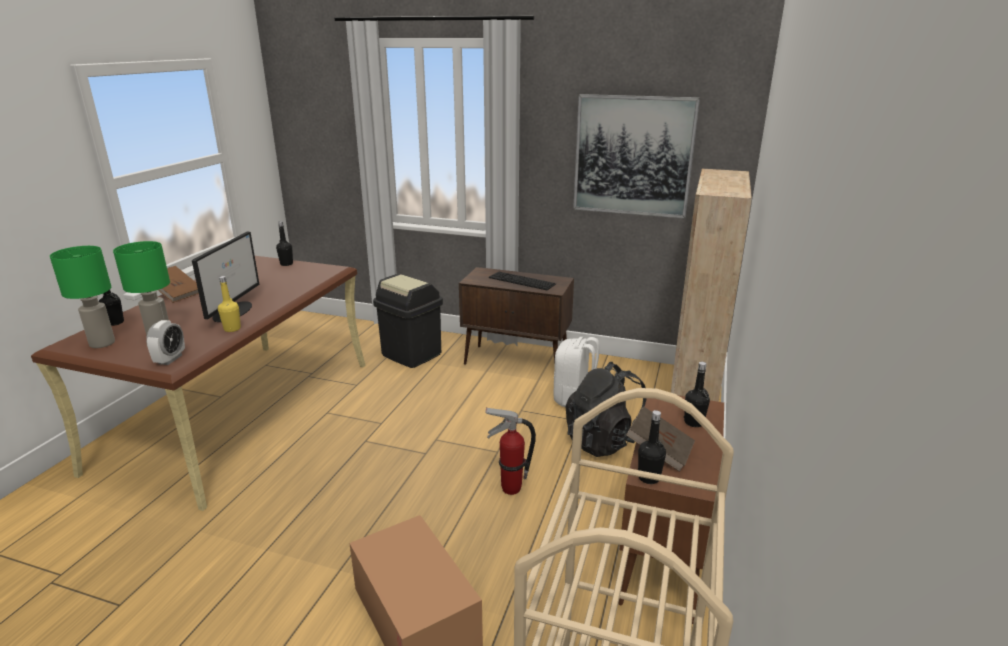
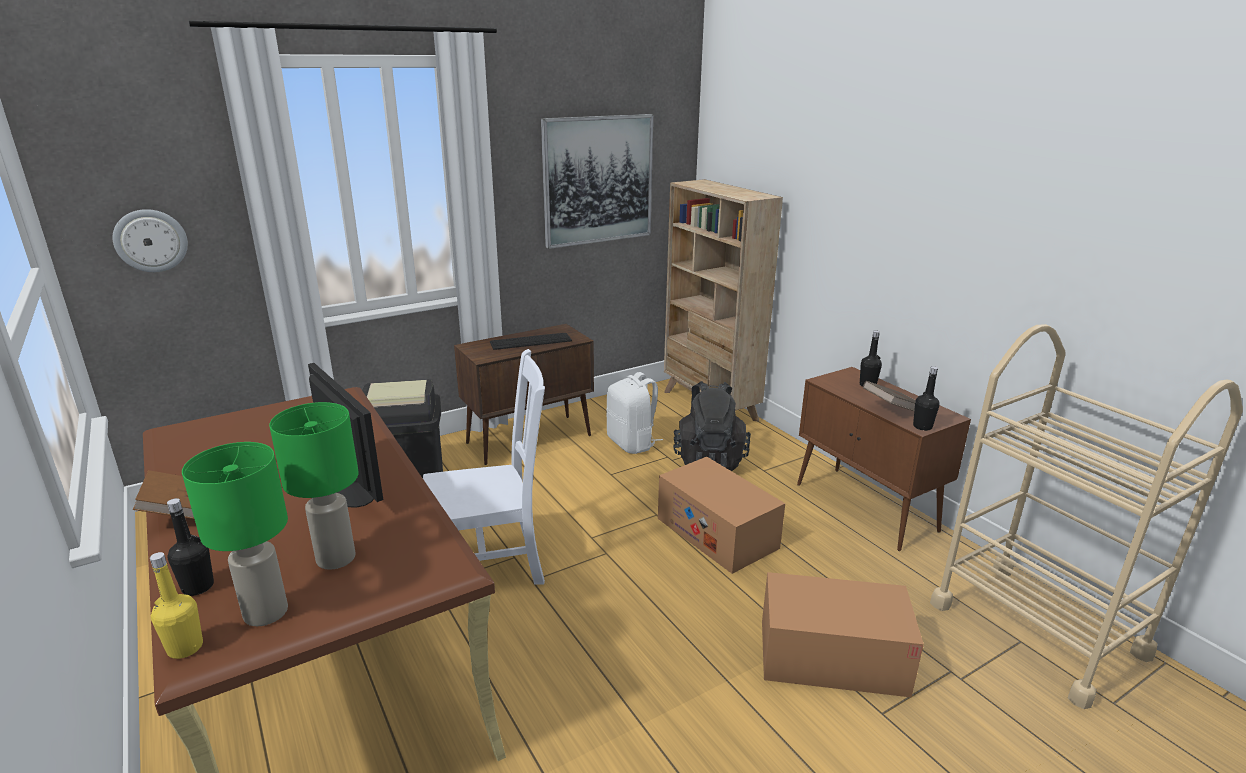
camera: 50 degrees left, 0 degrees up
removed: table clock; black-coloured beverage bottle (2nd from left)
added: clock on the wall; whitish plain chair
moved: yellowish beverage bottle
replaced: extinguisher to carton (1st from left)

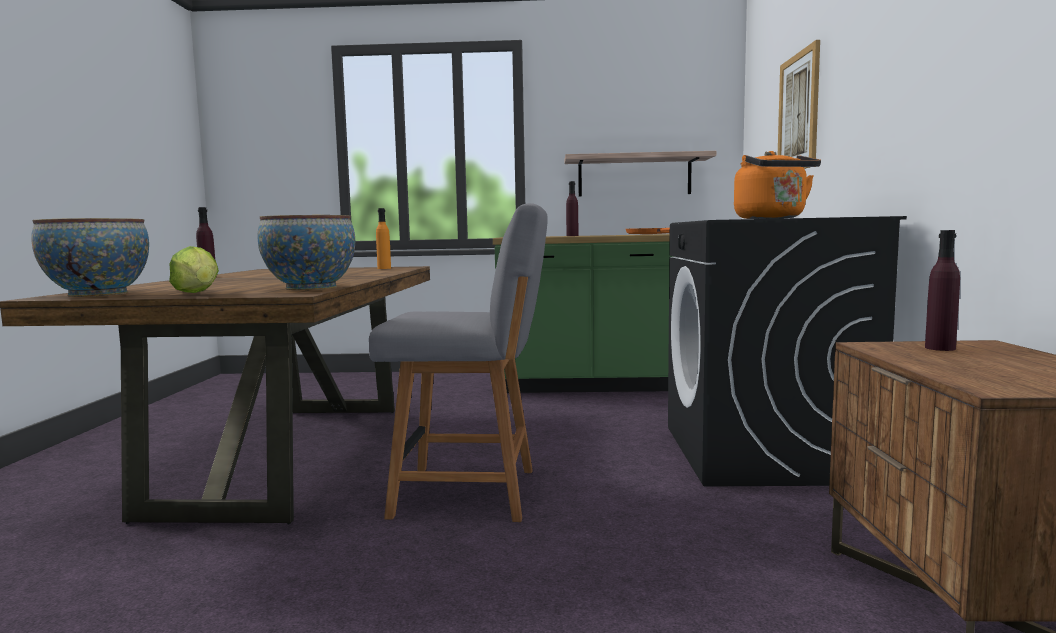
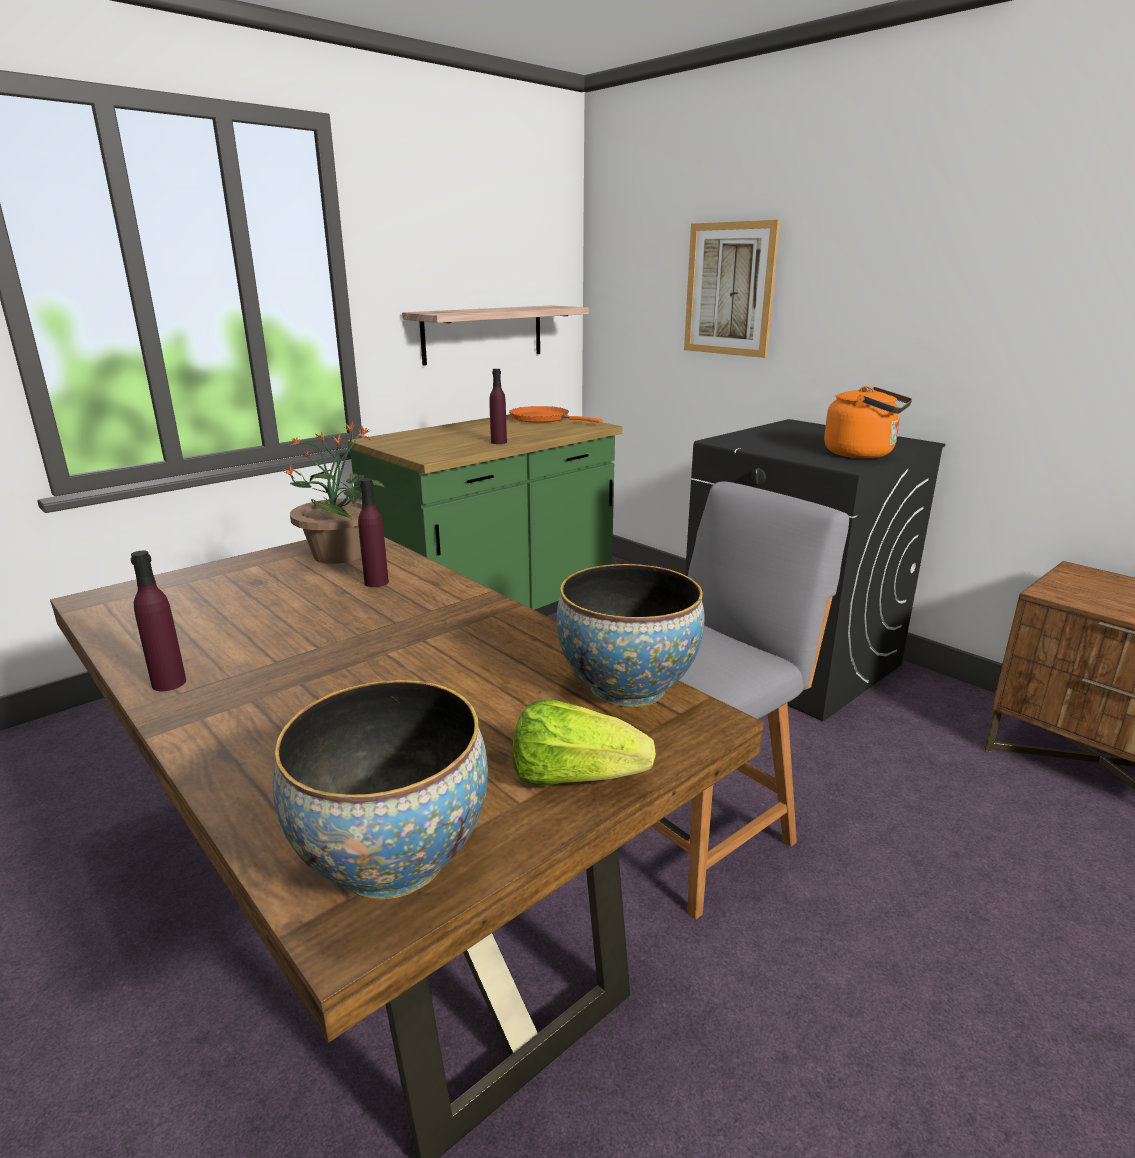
camera: 45 degrees left, 15 degrees up
moved: purple-coloured beverage bottle (3rd from left in the first image) to purple-coloured beverage bottle (2nd from left)
replaced: orange-coloured beverage bottle to houseplant

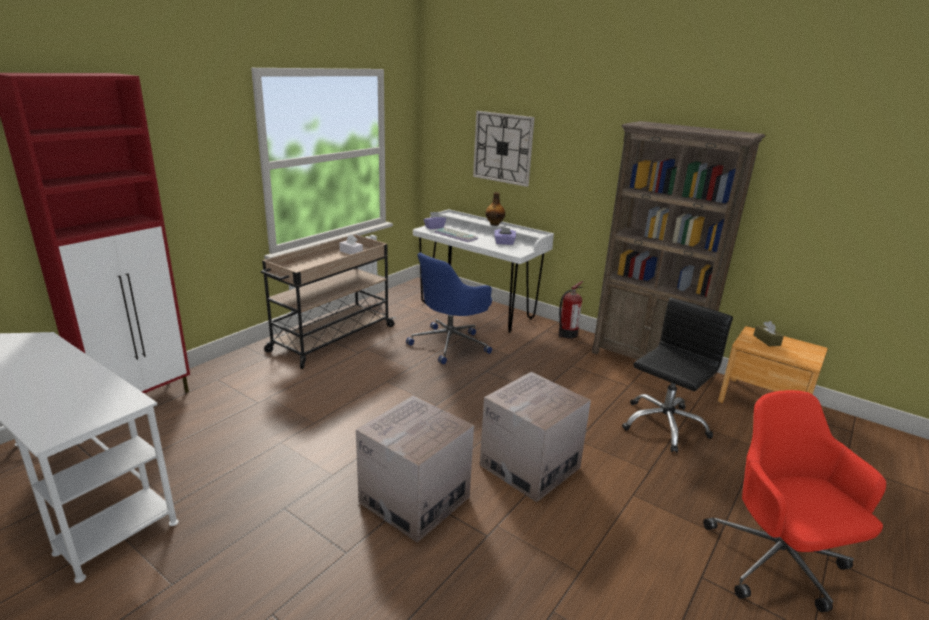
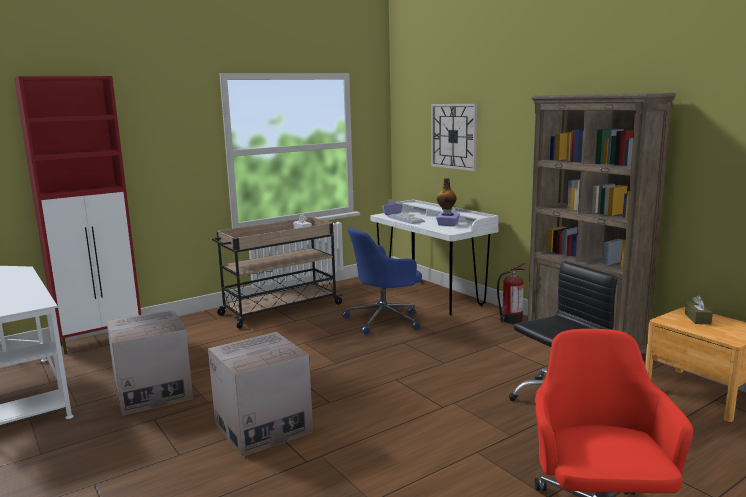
camera: 20 degrees right, 10 degrees down
moved: carton (2nd from left in the first image) to carton (1st from left)

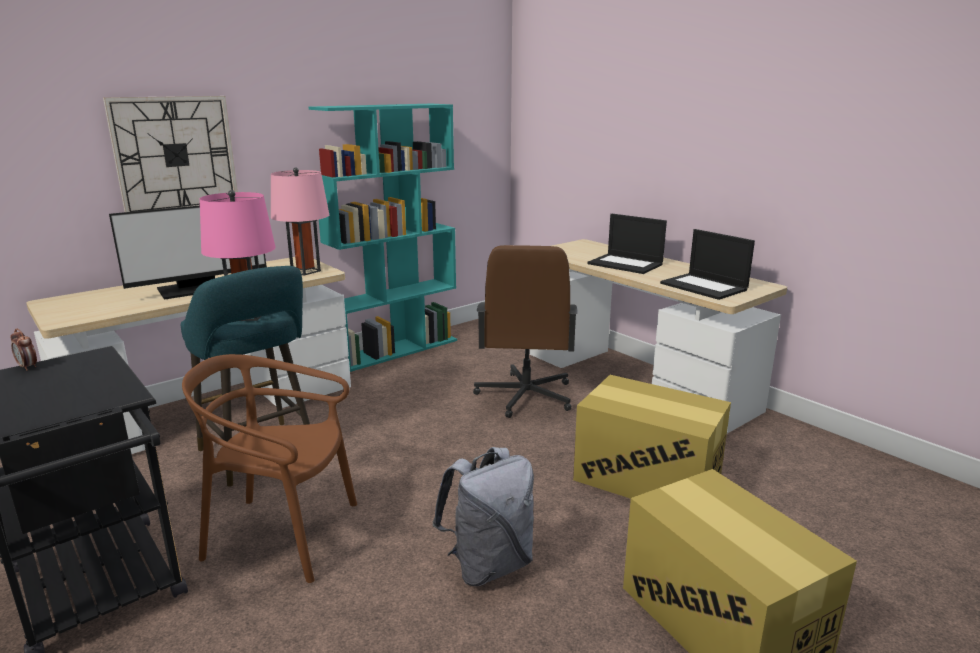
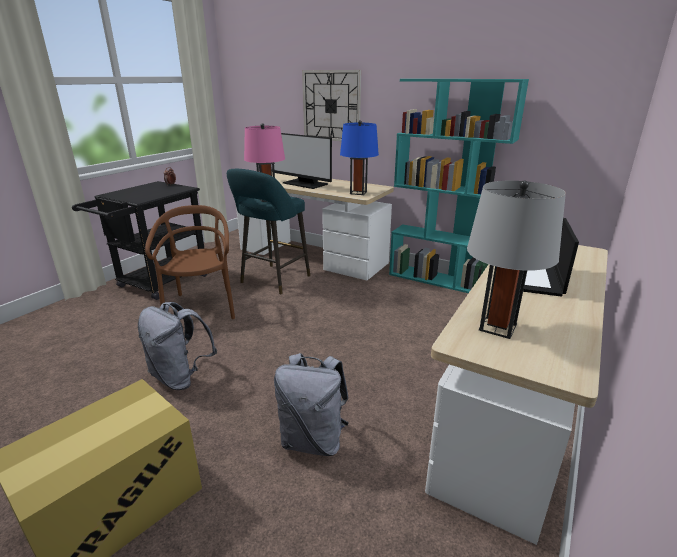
camera: 70 degrees right, 5 degrees up
removed: brownish desk chair
replaced: carton (1st from left) to gray rucksack (2nd from left); laptop (2nd from left) to gray lamp for a table
recoloured: pinkish lamp for a table (2nd from left) to bluish lamp for a table

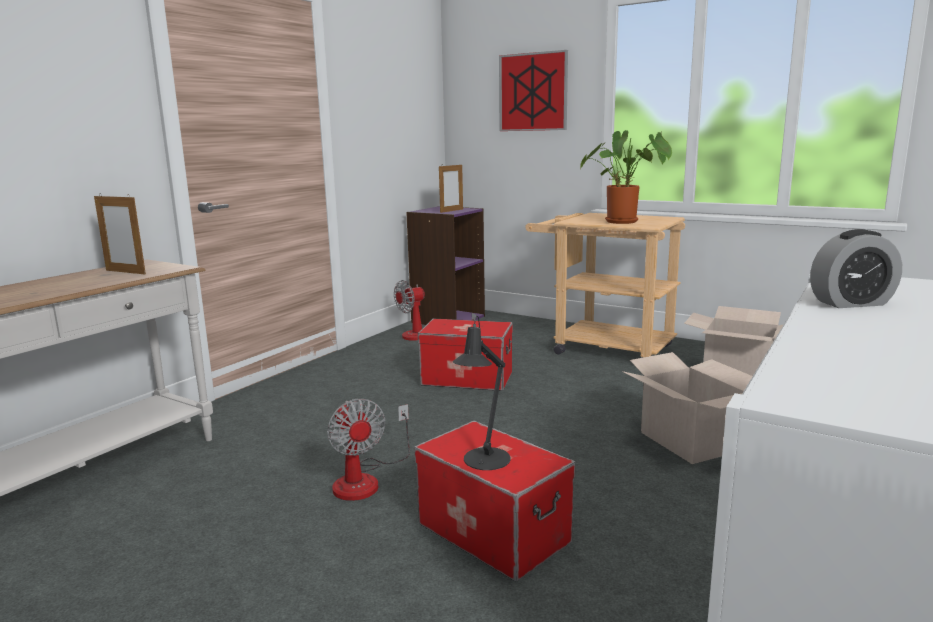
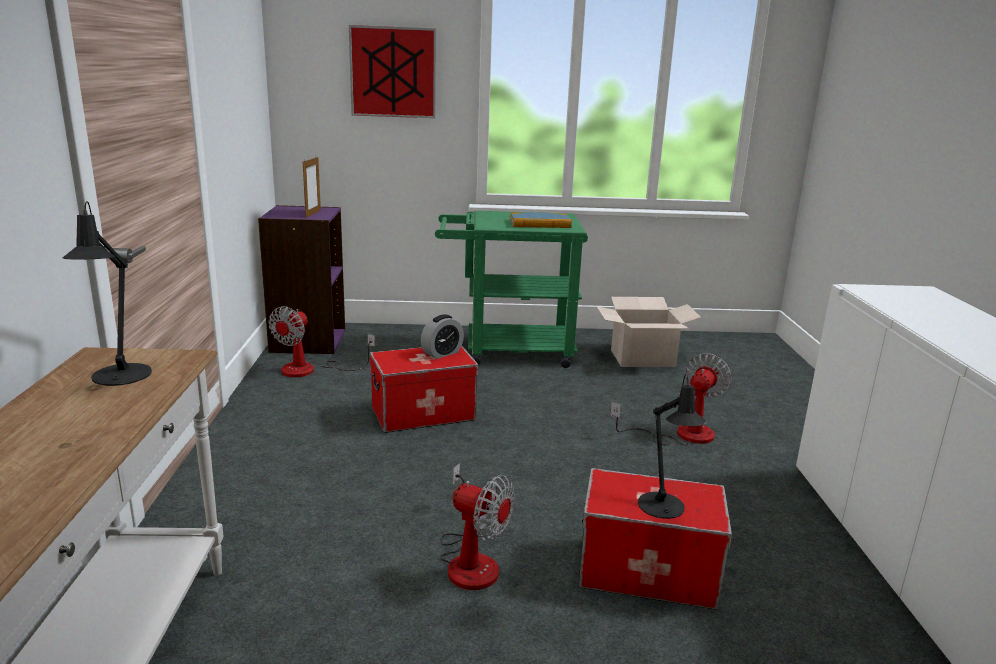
camera: 35 degrees left, 5 degrees up
moved: table clock
replaced: photo frame (1st from left) to black-coloured lamp for a table (1st from left); houseplant to volume; carton (1st from left) to cooling fan (3rd from left)
recoloured: beige trolley to green trolley

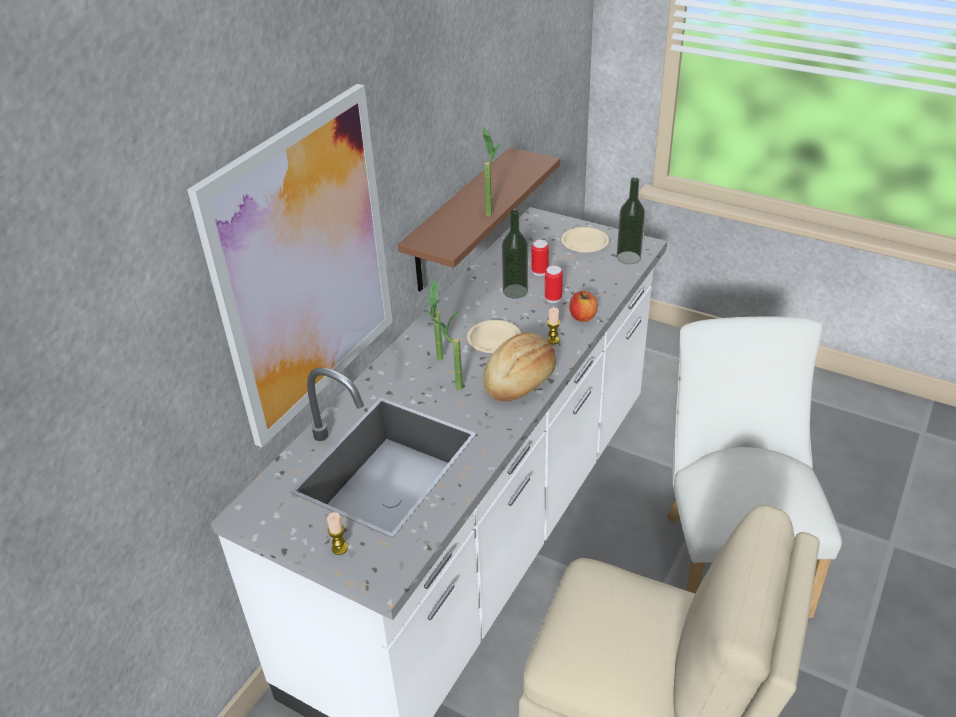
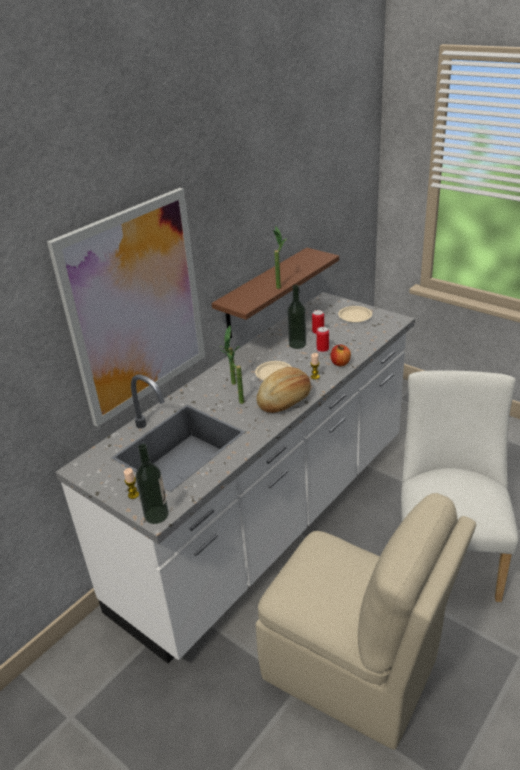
camera: 10 degrees right, 5 degrees down
moved: beverage bottle (2nd from left in the first image) to beverage bottle (1st from left)

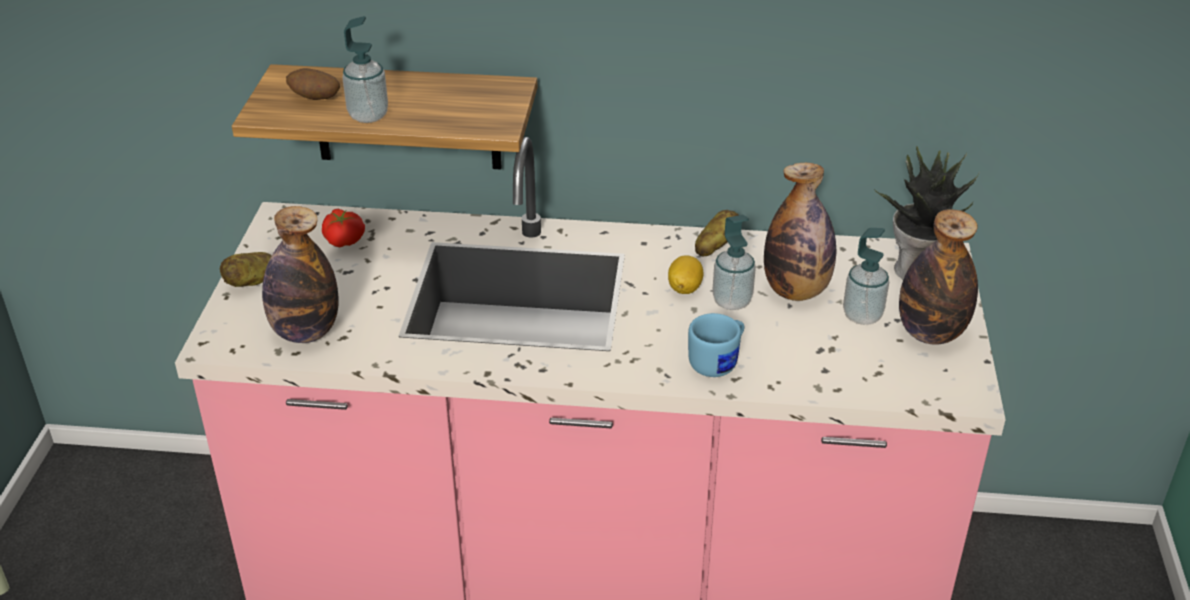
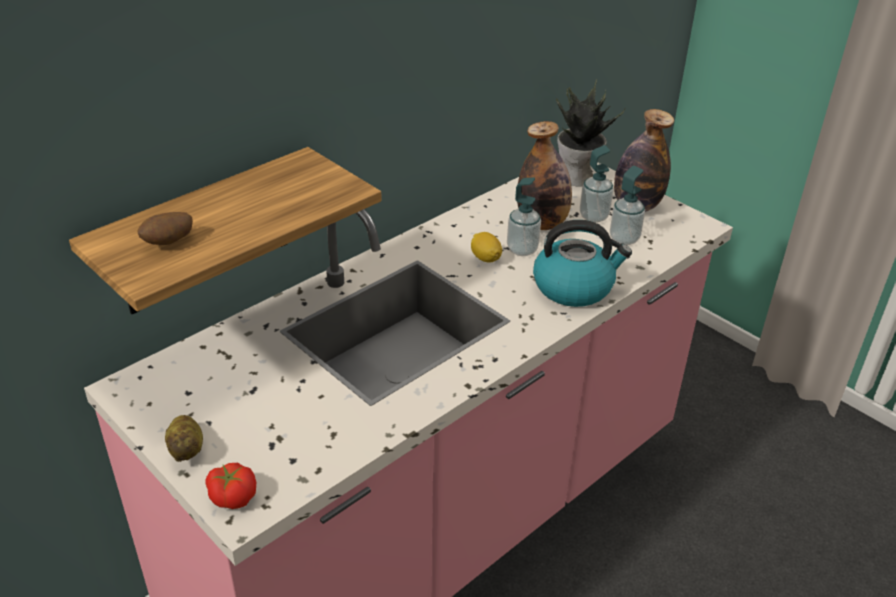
camera: 50 degrees left, 0 degrees up
removed: beverage bottle (1st from left); whole potato (3rd from left)
moved: tomato; soap dispenser (1st from left in the first image) to soap dispenser (3rd from left)
replaced: bluish coffee mug to water kettle

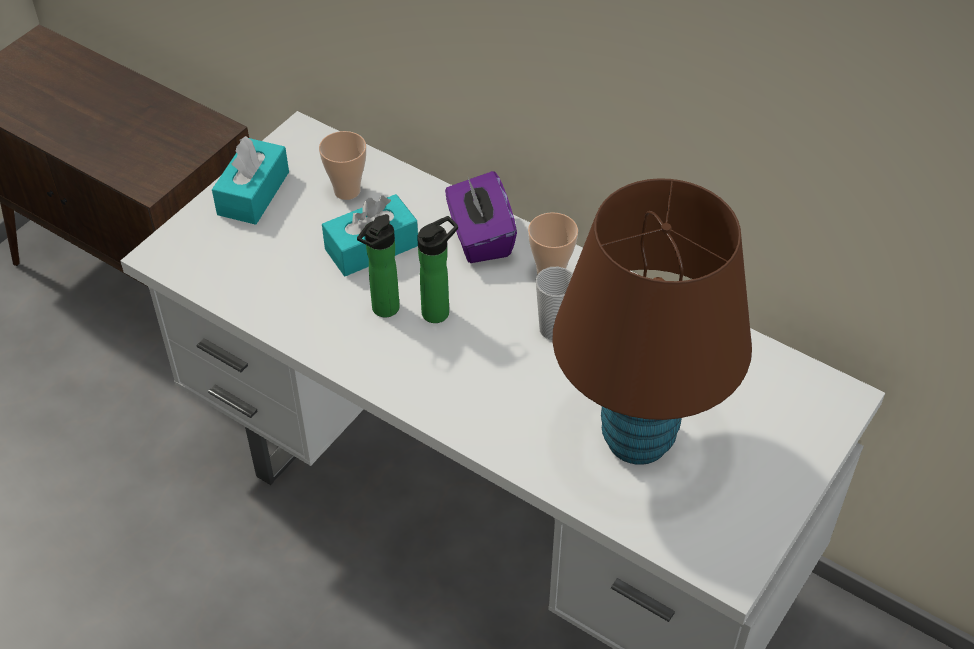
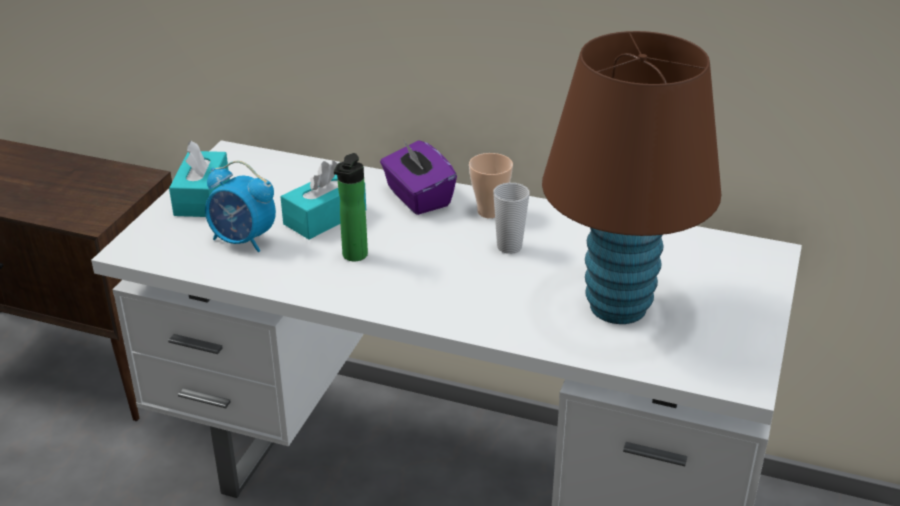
camera: 15 degrees left, 15 degrees down
removed: cup (1st from left); beverage bottle (2nd from left)
added: table clock

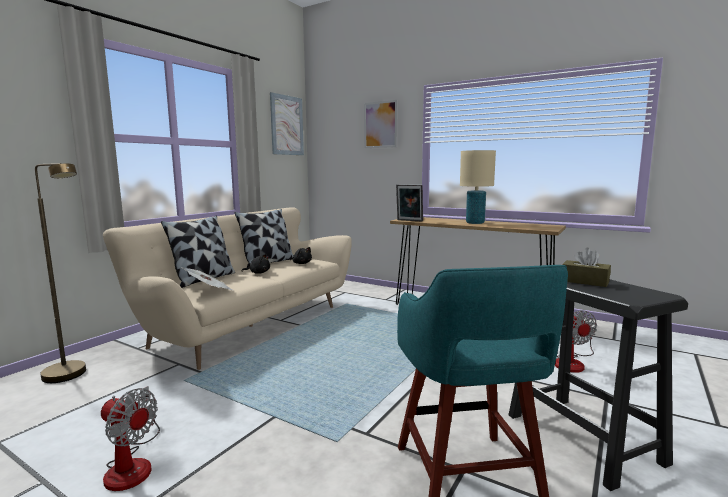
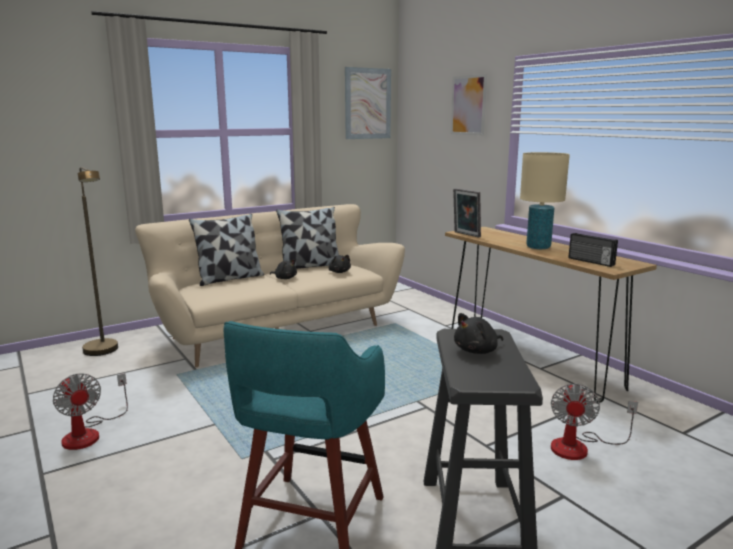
camera: 25 degrees right, 5 degrees up
removed: daily paper
added: radio
replaced: brownish box of tissues to black-coloured plush toy (3rd from left)

